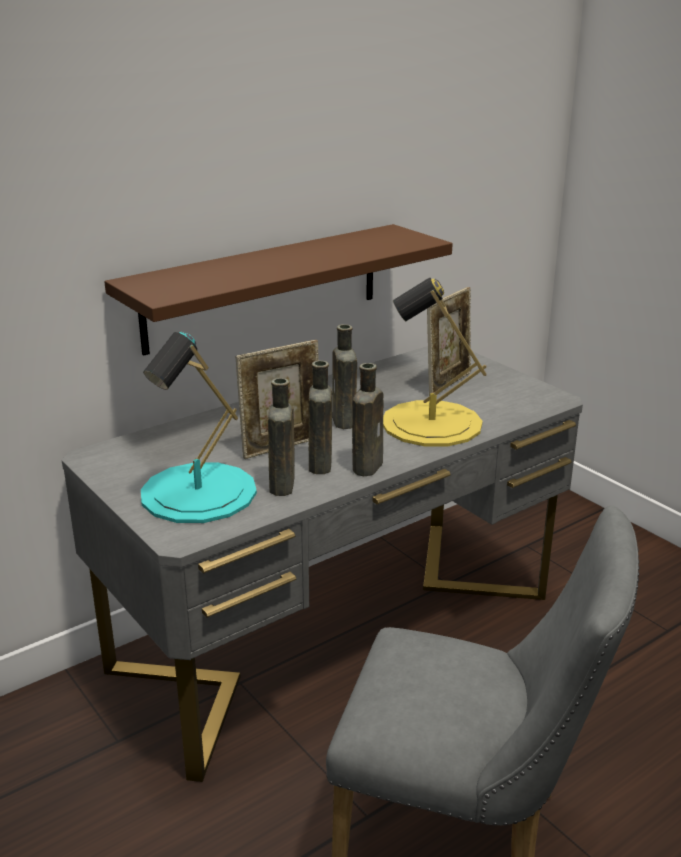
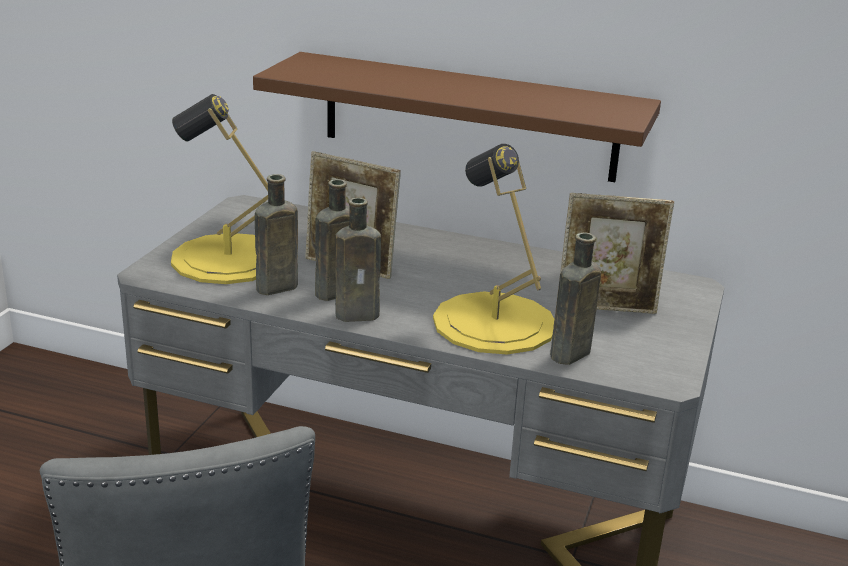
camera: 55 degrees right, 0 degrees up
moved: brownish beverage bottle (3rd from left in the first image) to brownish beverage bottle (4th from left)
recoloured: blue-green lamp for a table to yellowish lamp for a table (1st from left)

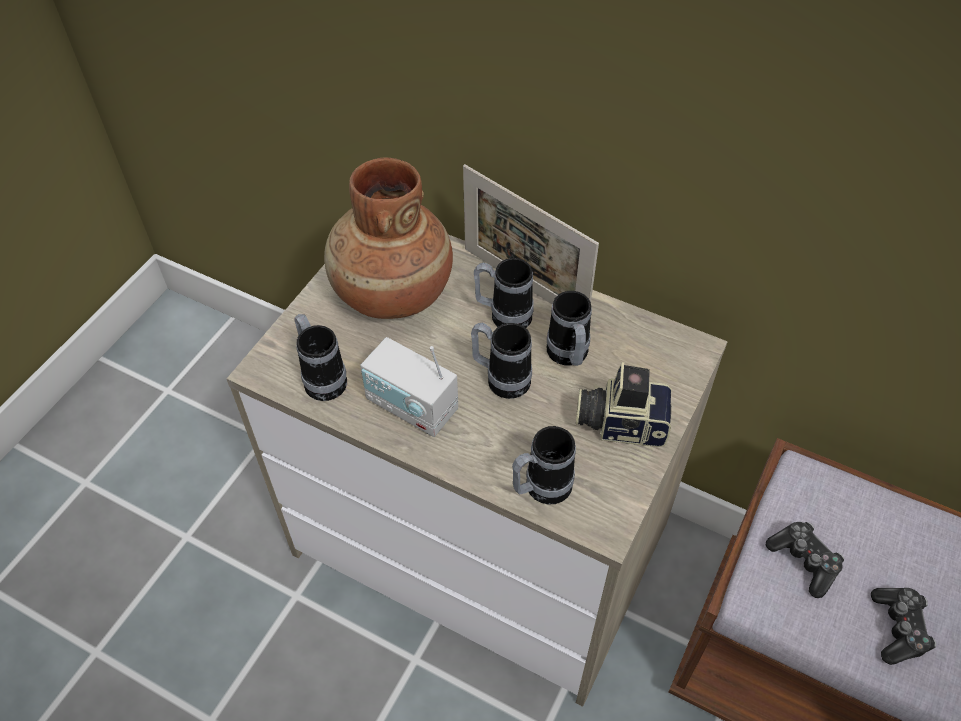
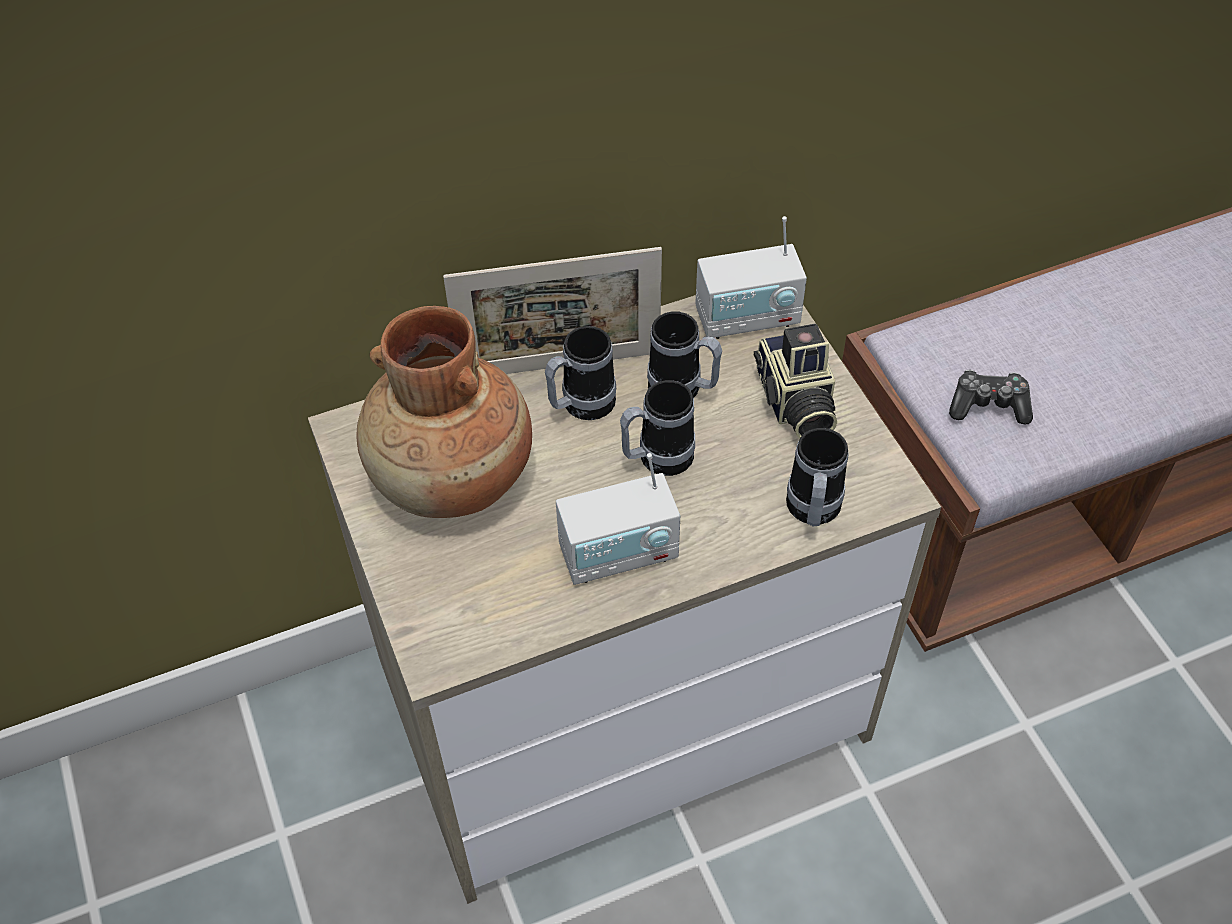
camera: 50 degrees left, 0 degrees up
removed: coffee mug (1st from left); gamepad (2nd from left)
added: radio (2nd from left)
turned: photo camera 60 degrees counterclockwise

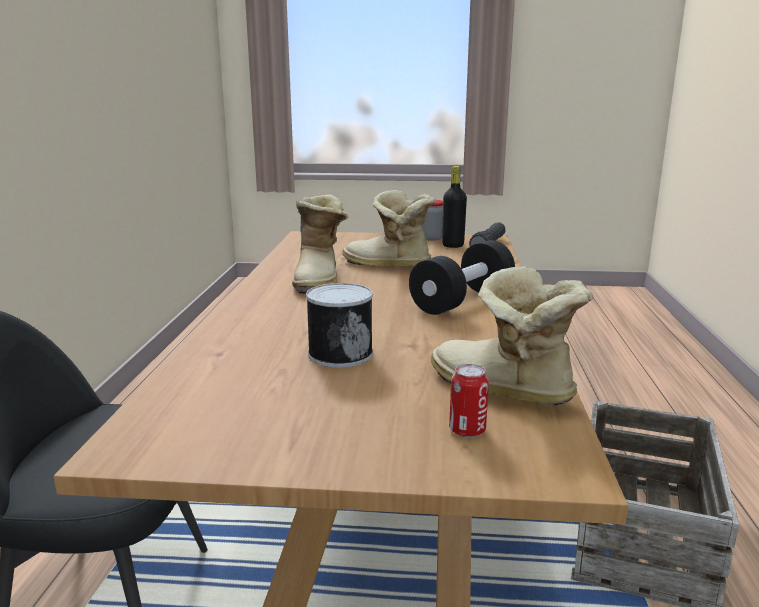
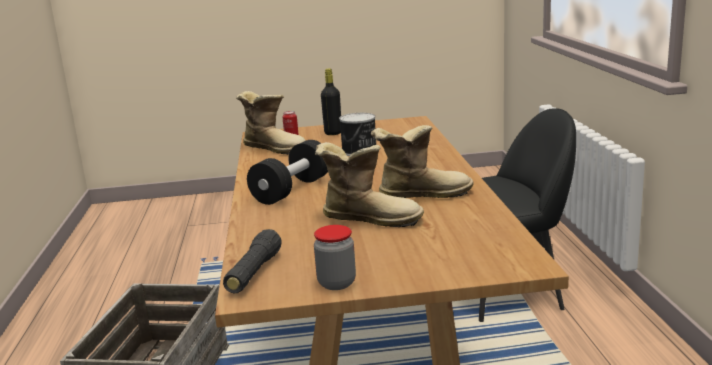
camera: 170 degrees right, 0 degrees up
moved: black-coloured beverage bottle
turned: high-top boot (1st from left in the first image) 90 degrees clockwise

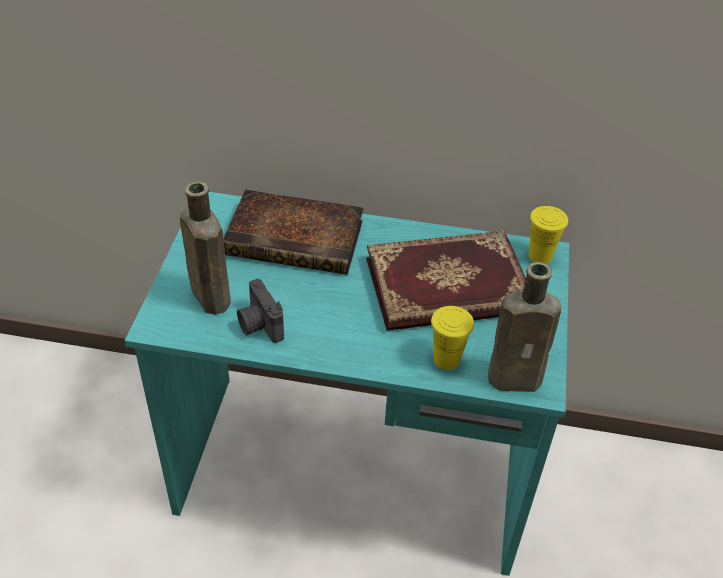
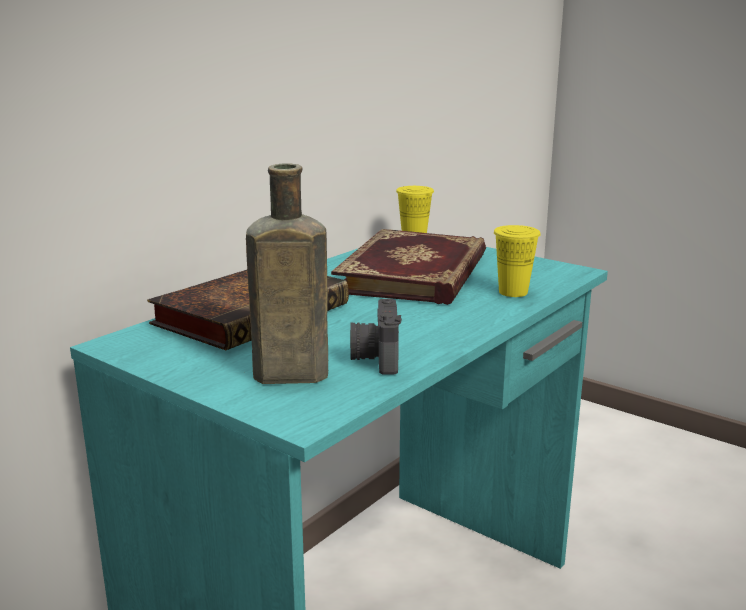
camera: 60 degrees left, 25 degrees down
removed: brownish beverage bottle (2nd from left)
turned: photo camera 90 degrees clockwise

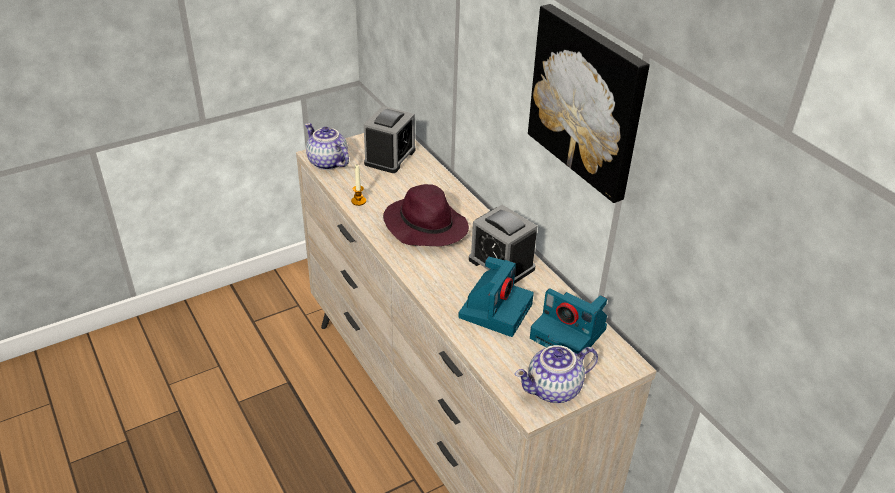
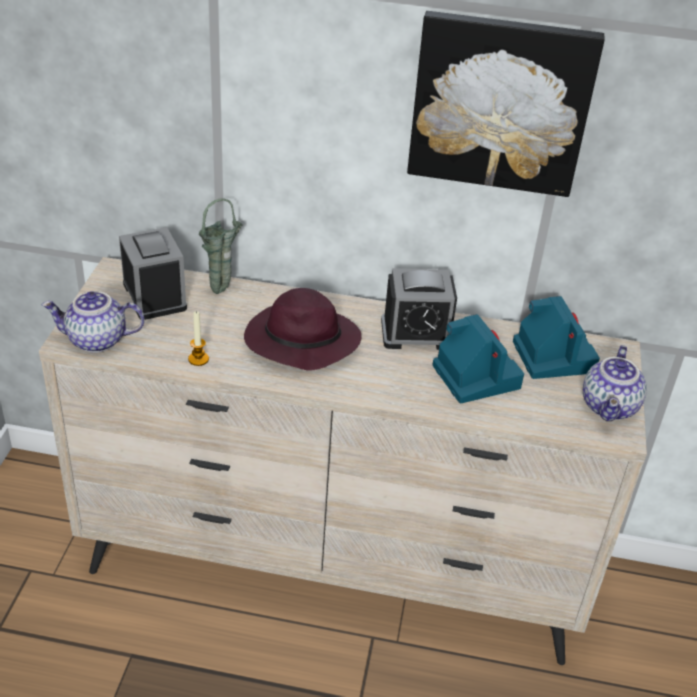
camera: 50 degrees left, 0 degrees up
added: green decorative vase
turned: photo camera (2nd from left) 90 degrees counterclockwise

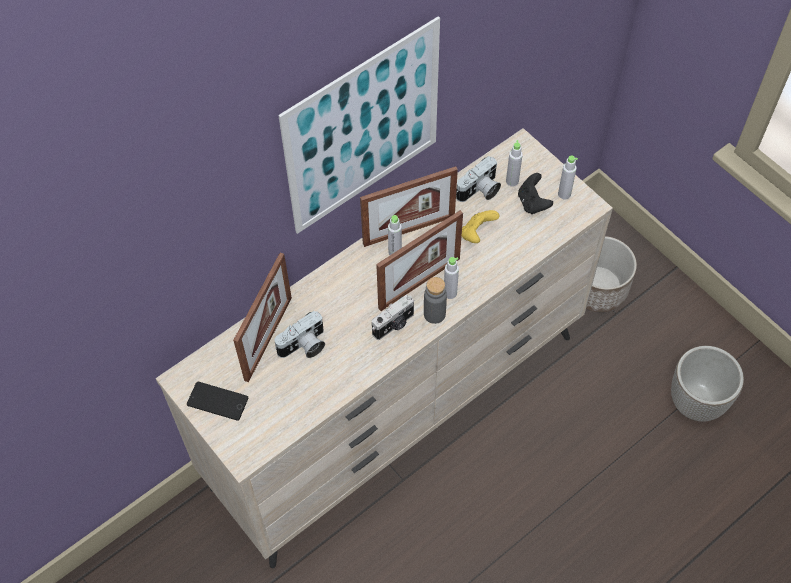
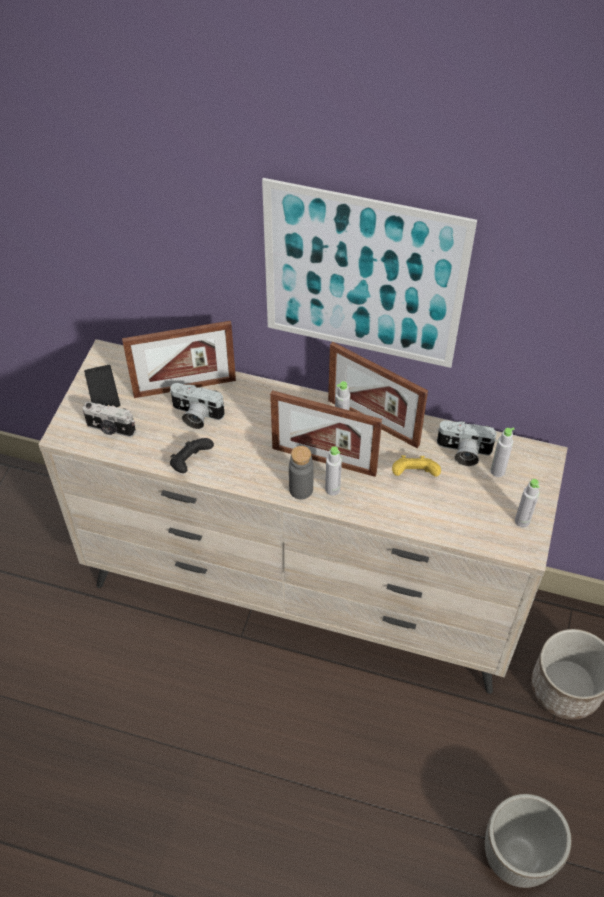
camera: 55 degrees right, 5 degrees down
moved: photo camera (2nd from left in the first image) to photo camera (1st from left); black-coloured gamepad

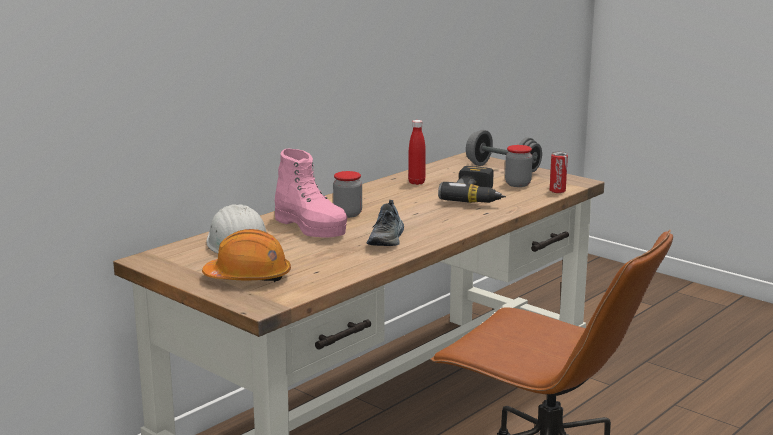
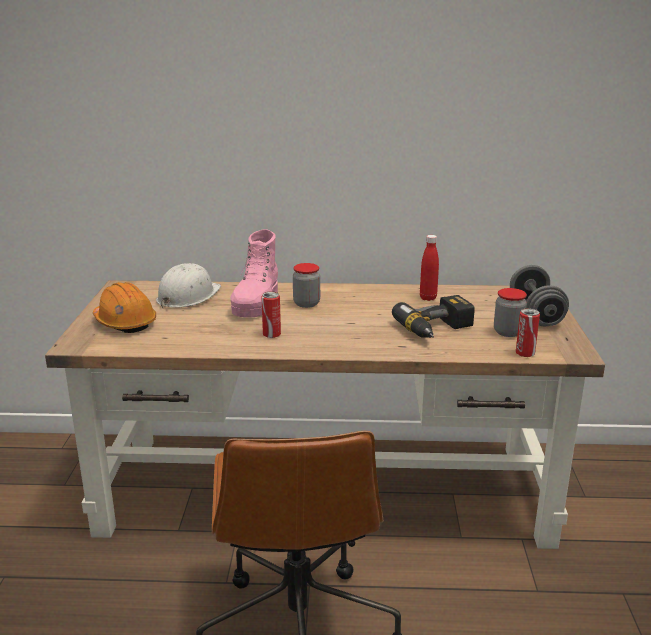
camera: 50 degrees right, 5 degrees up
replaced: shoe to sealed can (1st from left)

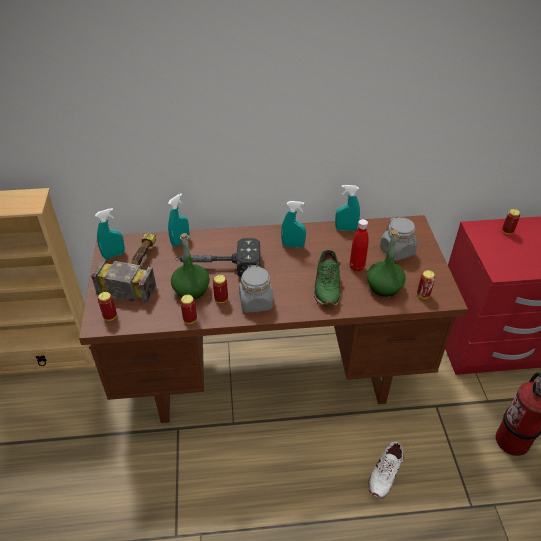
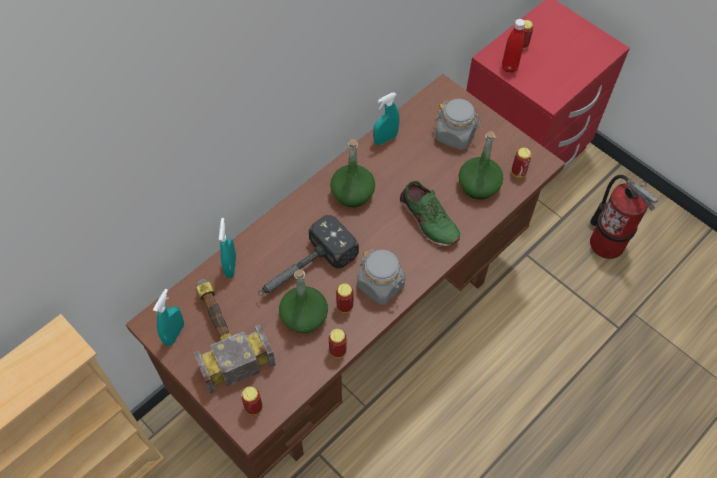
camera: 40 degrees left, 15 degrees up
removed: whitish shoe
moved: red-coloured beverage bottle
replaced: blue-green sprayer (3rd from left) to green beverage bottle (2nd from left)

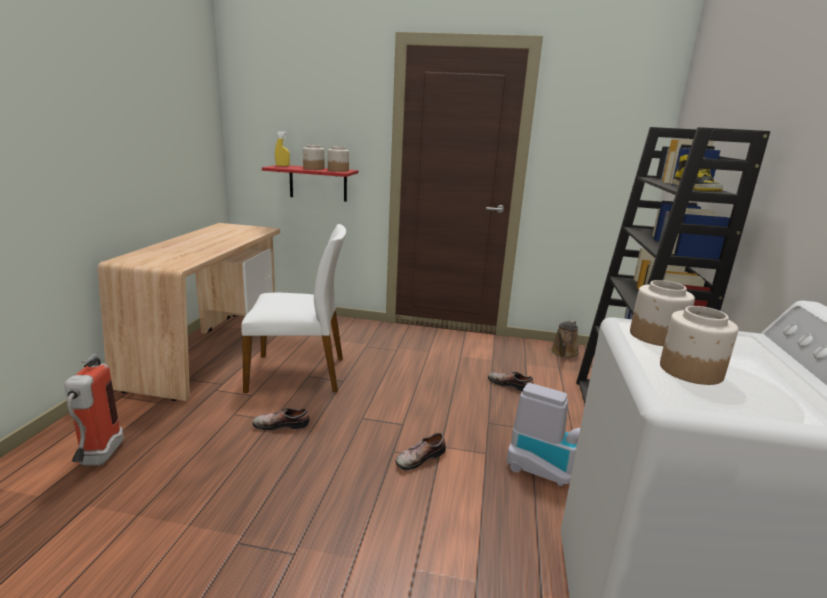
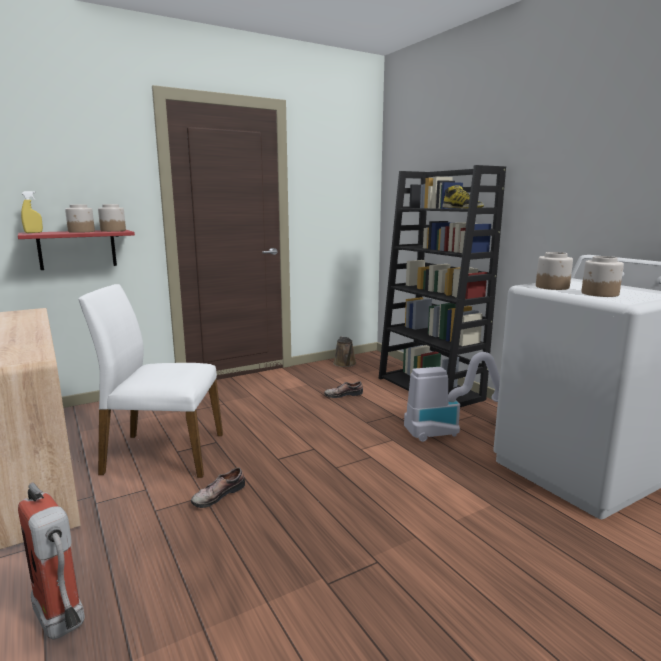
camera: 40 degrees left, 5 degrees down
removed: shoe (2nd from left)
turned: whitish plain chair 135 degrees counterclockwise

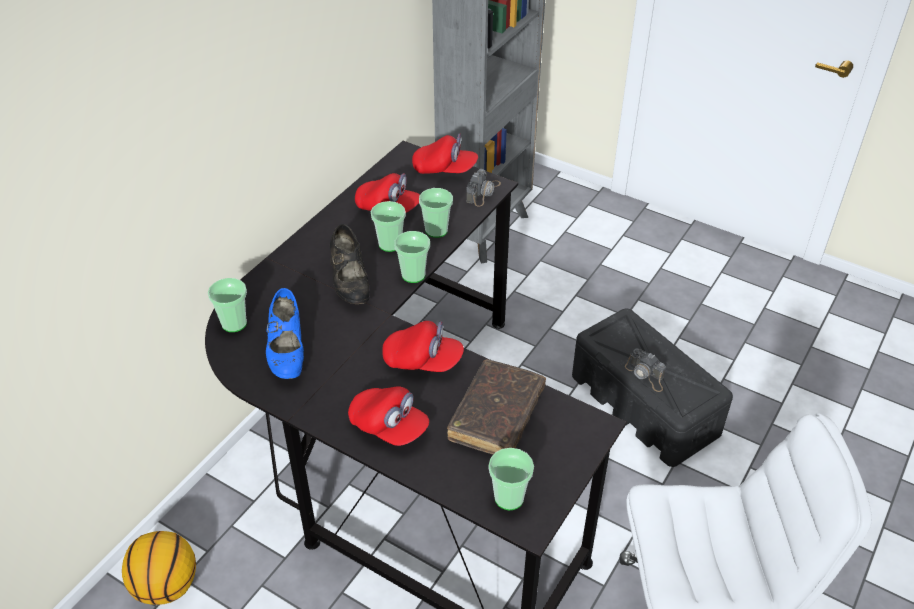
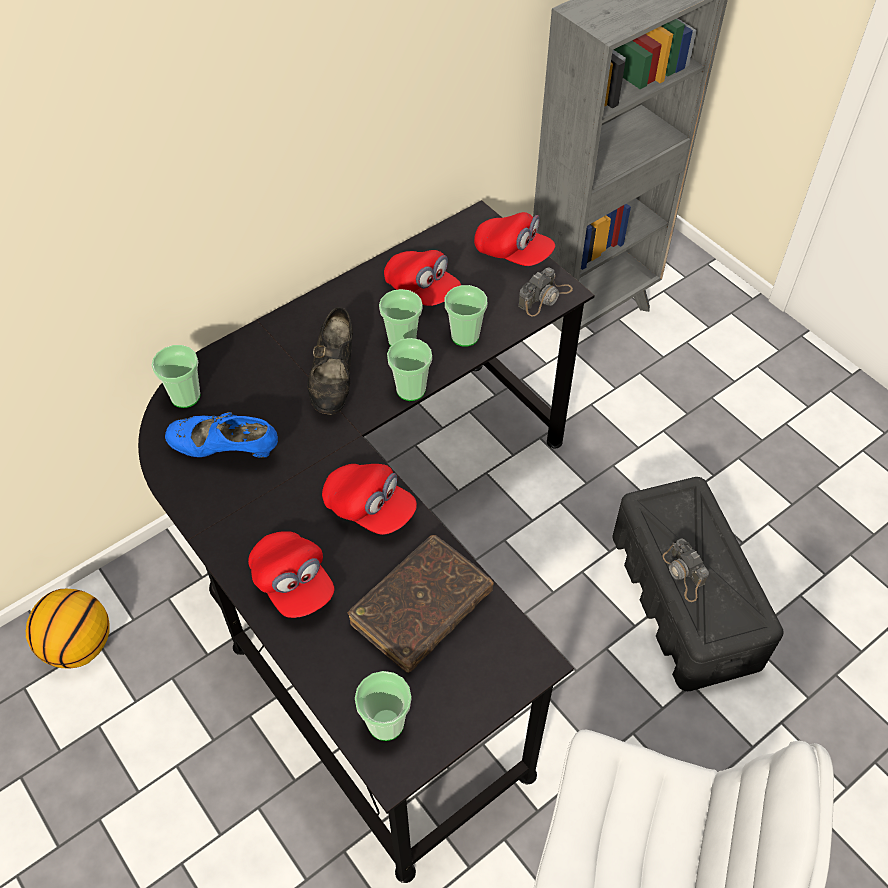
camera: 20 degrees right, 10 degrees up
turned: bluish shoe 90 degrees clockwise

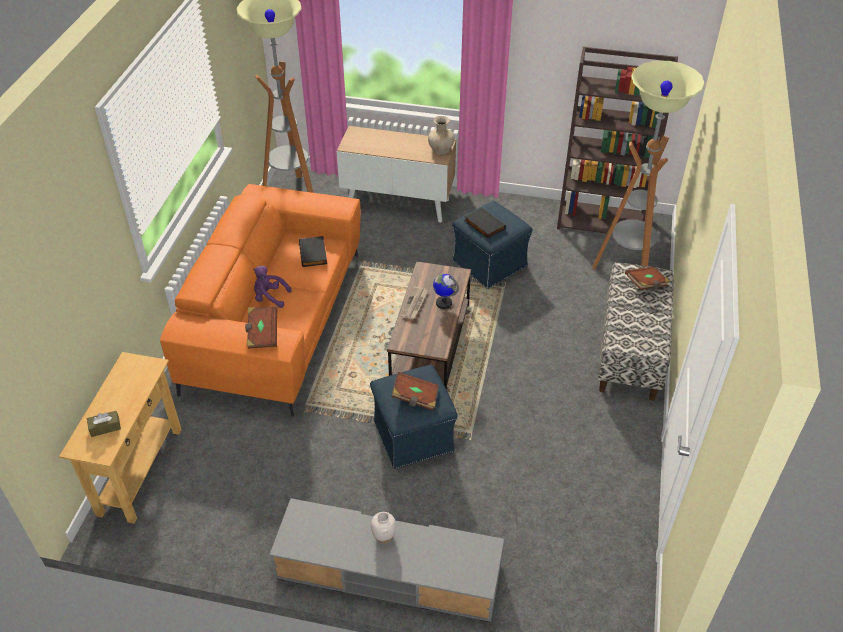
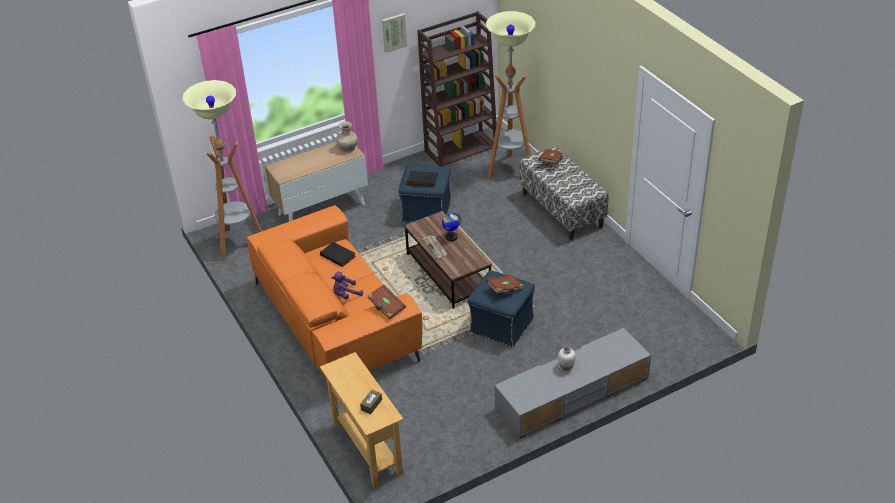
camera: 40 degrees left, 5 degrees down
added: wall art

